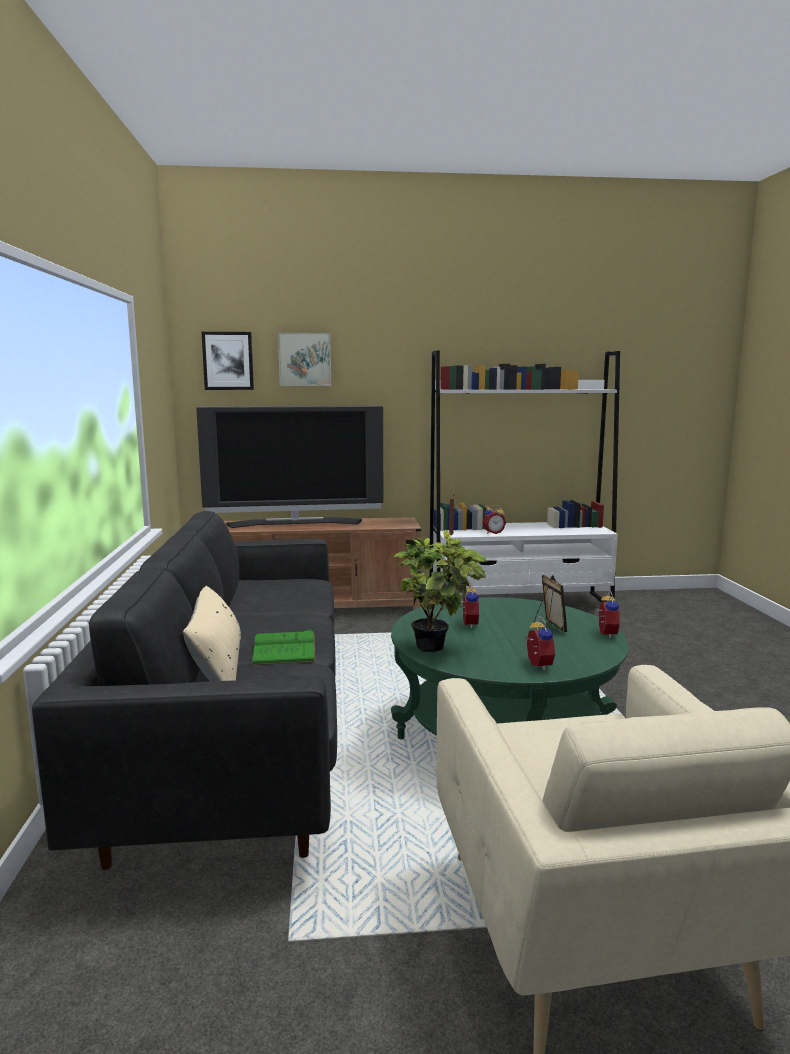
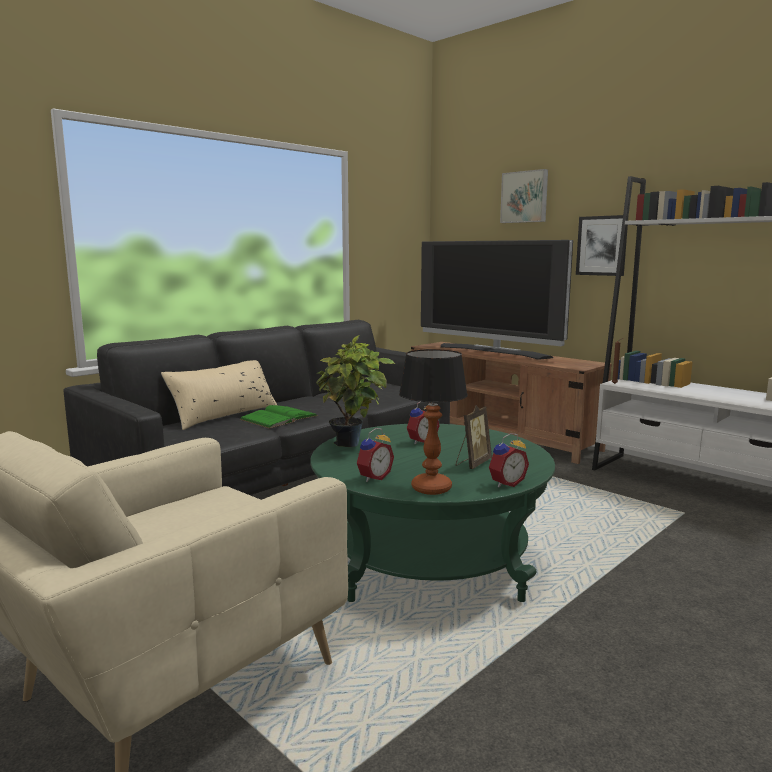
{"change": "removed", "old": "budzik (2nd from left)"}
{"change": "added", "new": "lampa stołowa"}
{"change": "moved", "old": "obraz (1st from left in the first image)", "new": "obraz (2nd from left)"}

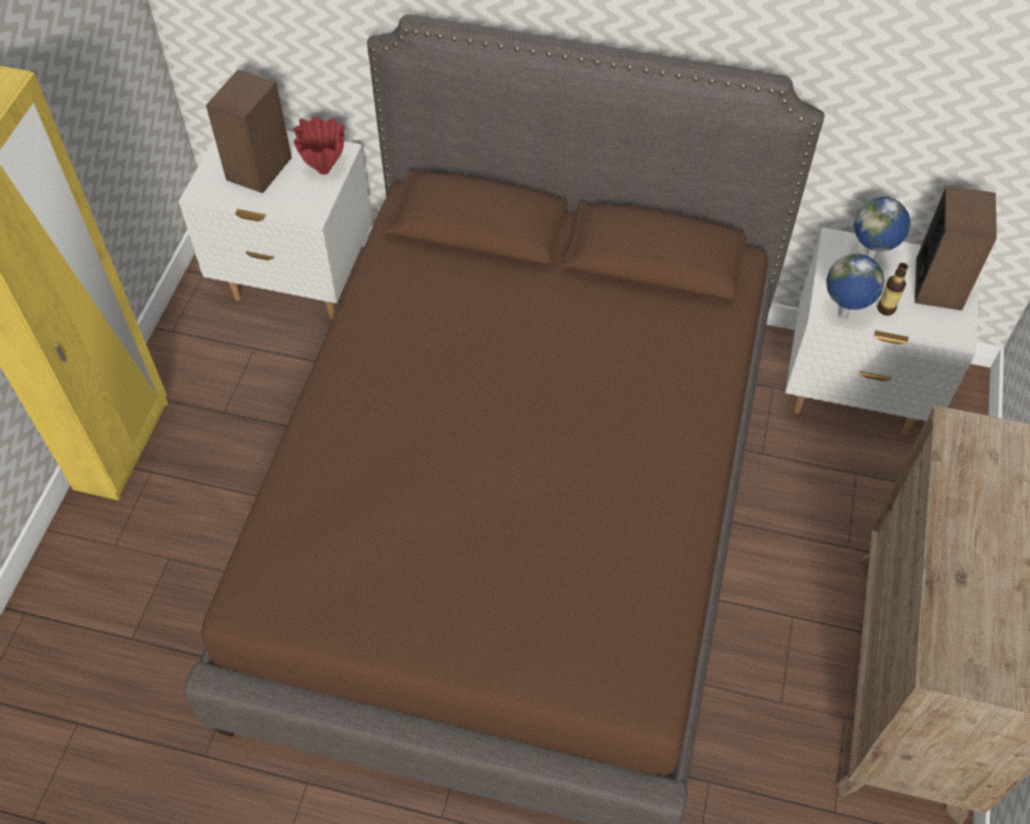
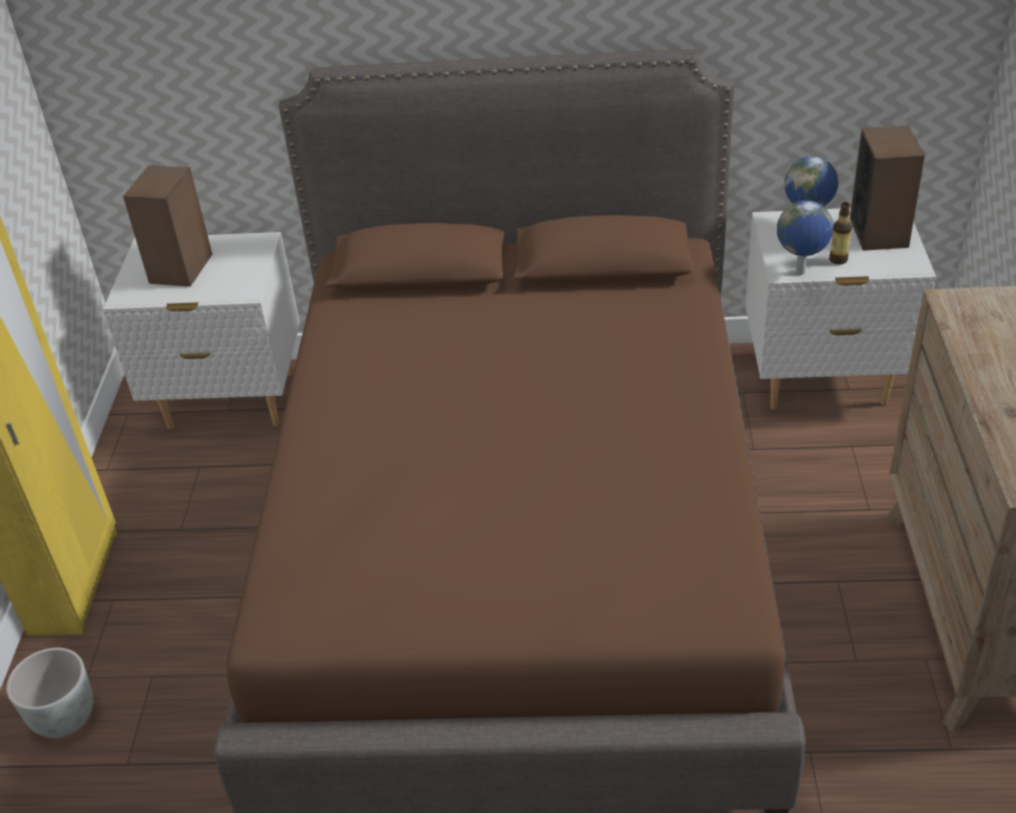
{"change": "removed", "old": "wazon [czerwony]"}
{"change": "added", "new": "donica [szary]"}

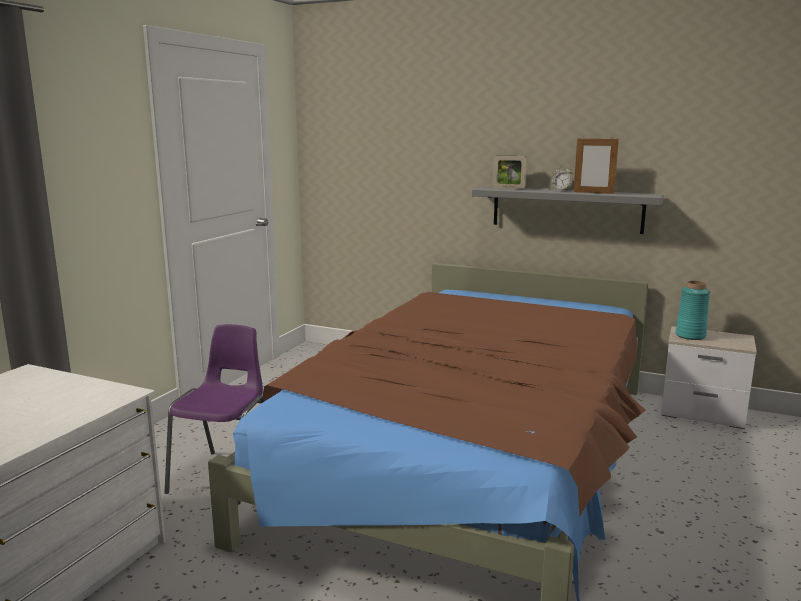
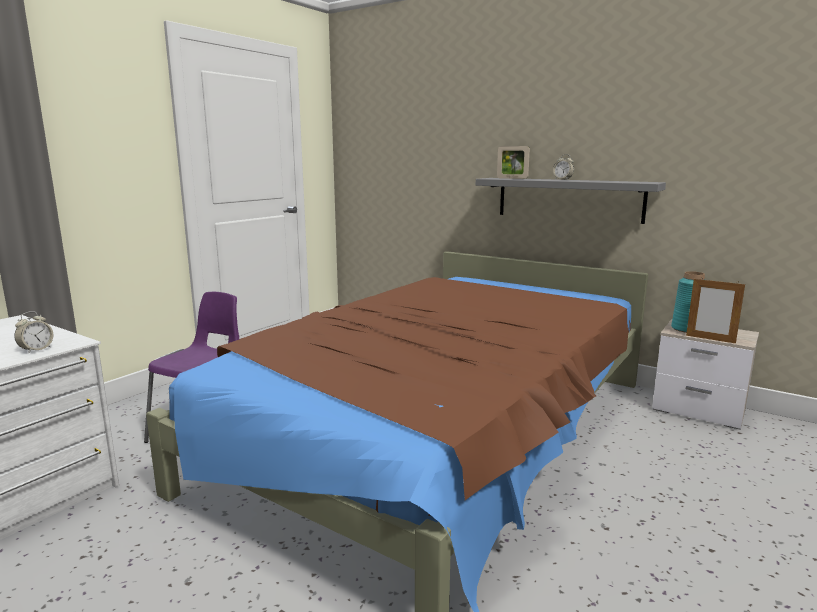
{"change": "added", "new": "budzik (1st from left)"}
{"change": "moved", "old": "ramka na zdjęcie (2nd from left)"}

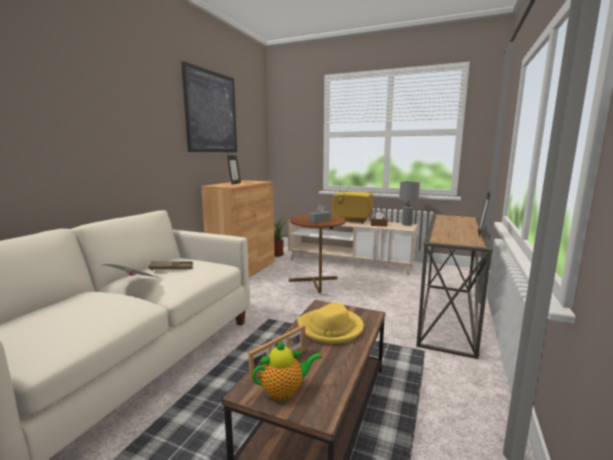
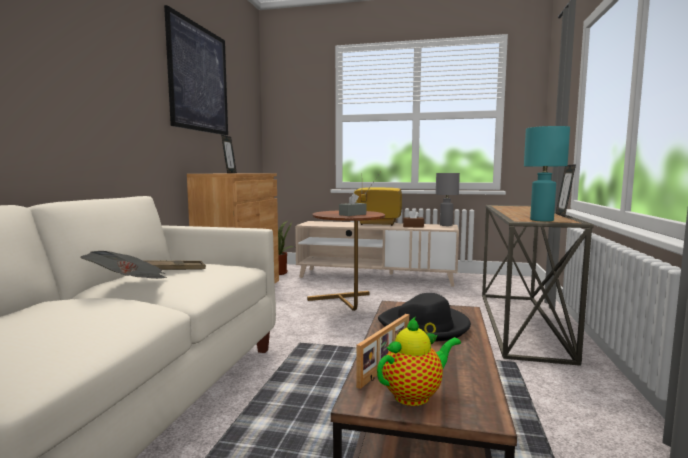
{"change": "added", "new": "lampa stołowa [turkusowy]"}
{"change": "recoloured", "old": "kapelusz [żółty]", "new": "kapelusz [czarny]"}

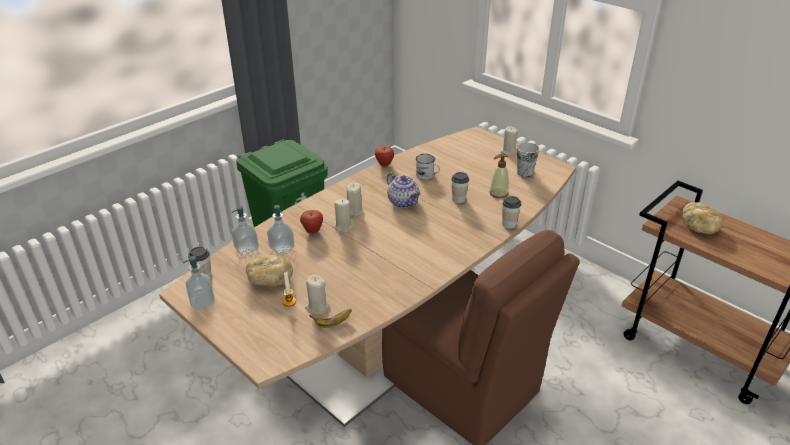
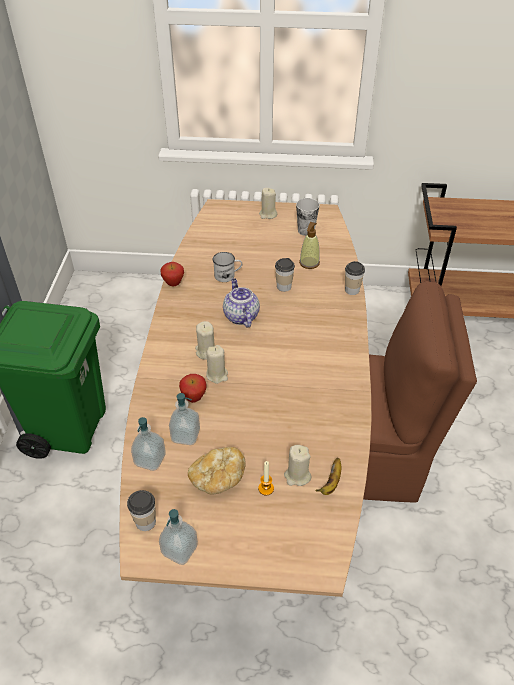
{"change": "removed", "old": "chleb (2nd from left)"}
{"change": "turned", "old": "imbryk", "degrees": -120}

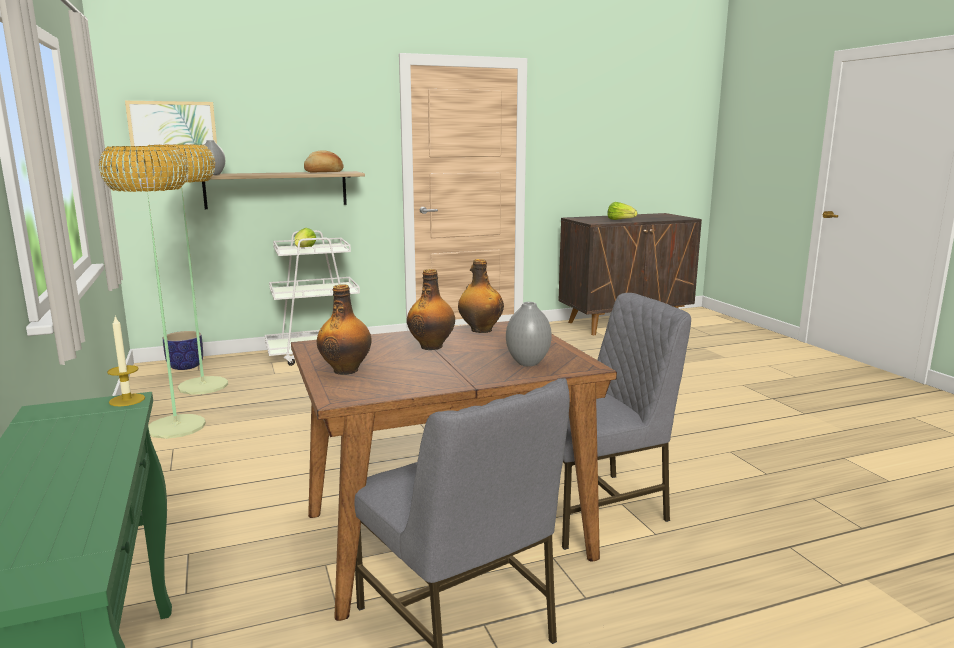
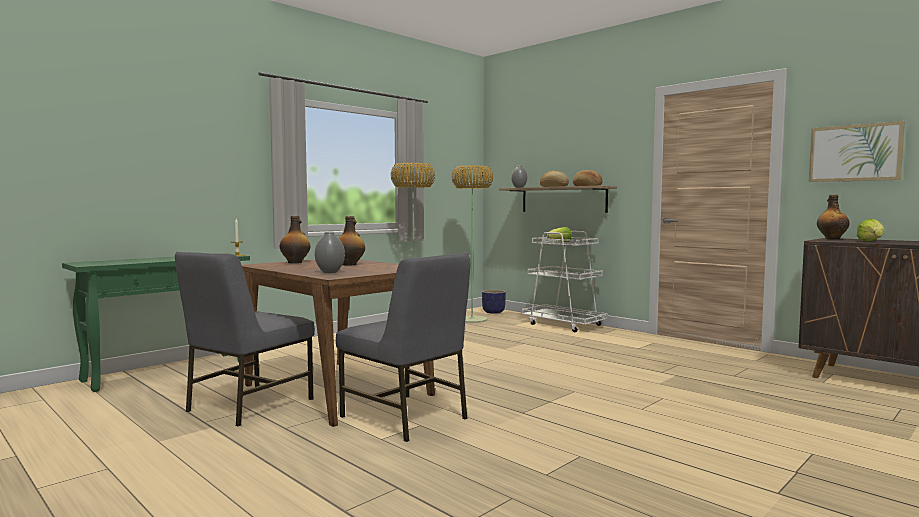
{"change": "added", "new": "chleb (1st from left)"}
{"change": "moved", "old": "obraz"}
{"change": "moved", "old": "butelka (3rd from left)"}

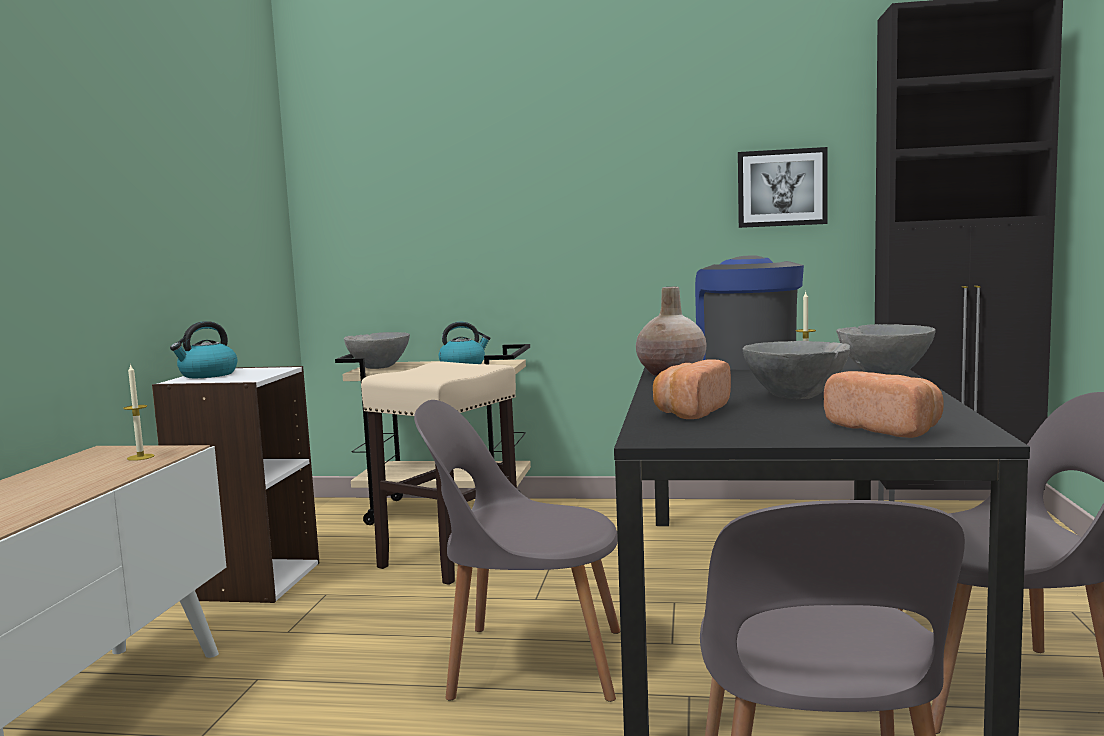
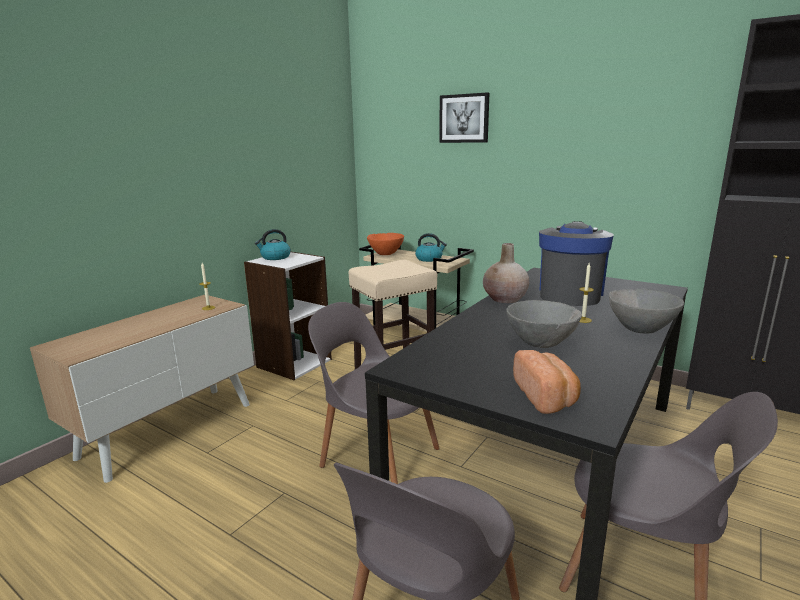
{"change": "removed", "old": "chleb (1st from left)"}
{"change": "moved", "old": "obraz"}
{"change": "recoloured", "old": "miska [szary] (1st from left)", "new": "miska [pomarańczowy]"}

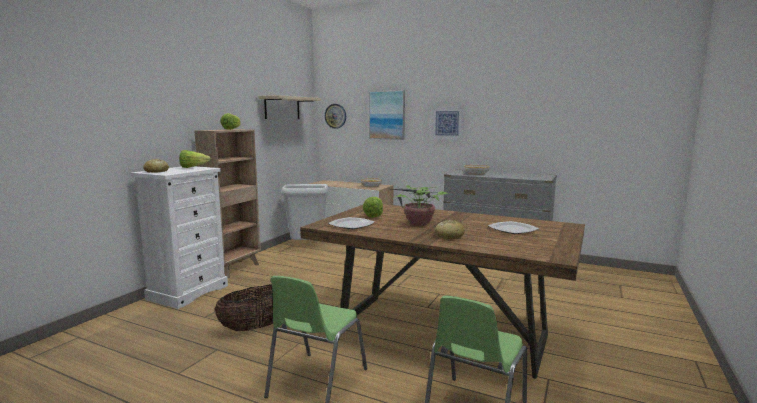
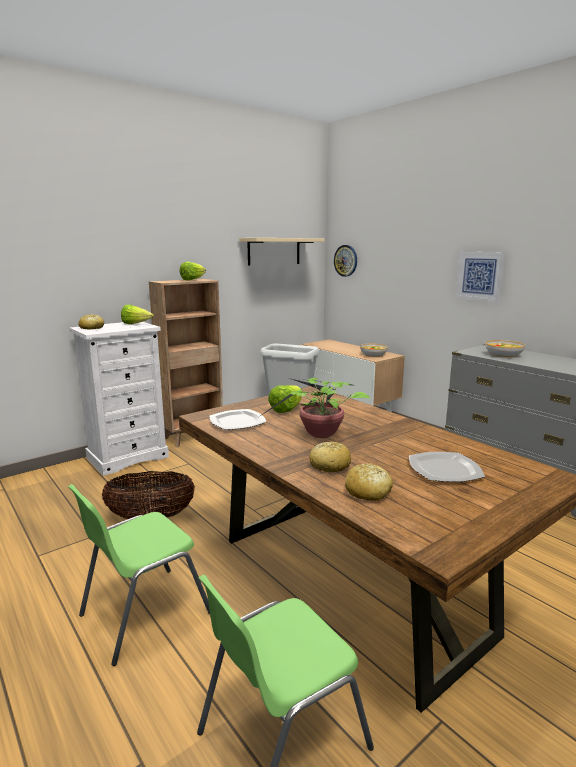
{"change": "removed", "old": "obraz (1st from left)"}
{"change": "added", "new": "chleb (3rd from left)"}

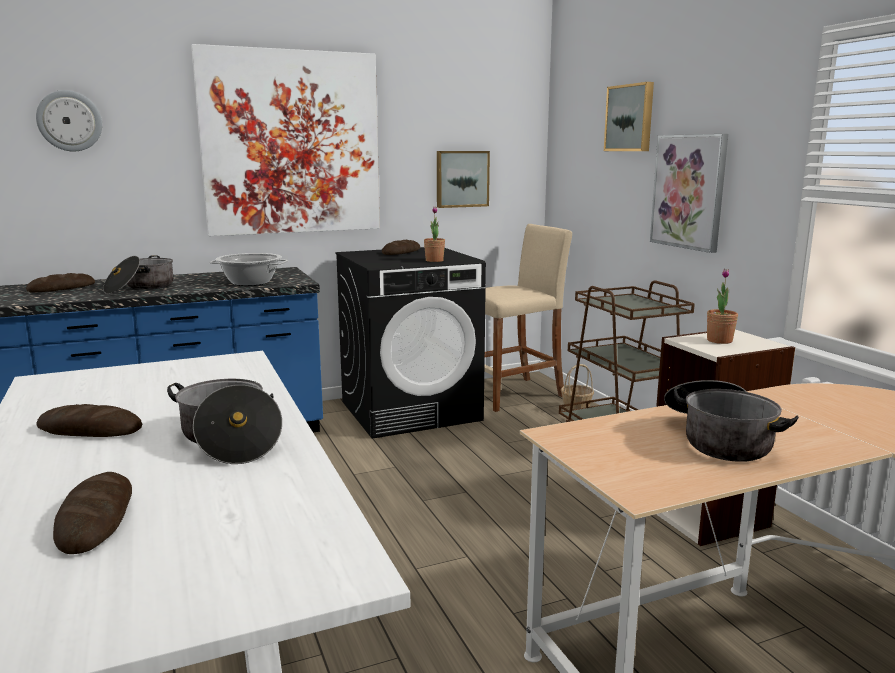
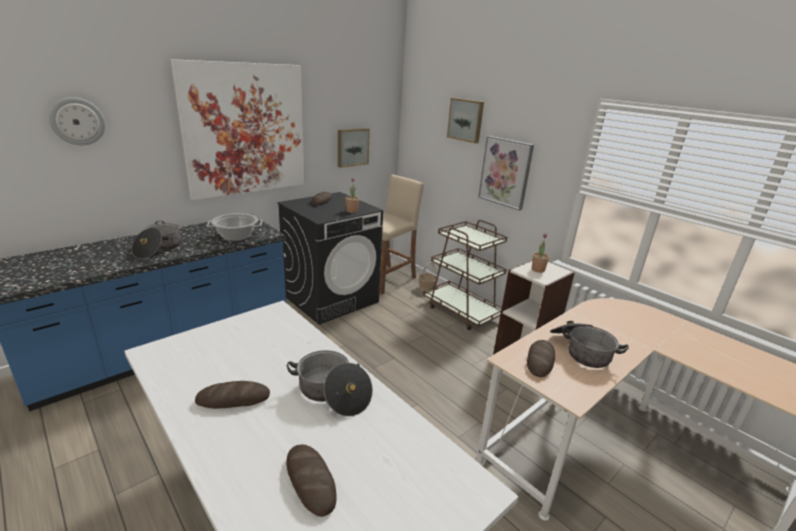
{"change": "moved", "old": "chleb (1st from left in the first image)", "new": "chleb (4th from left)"}

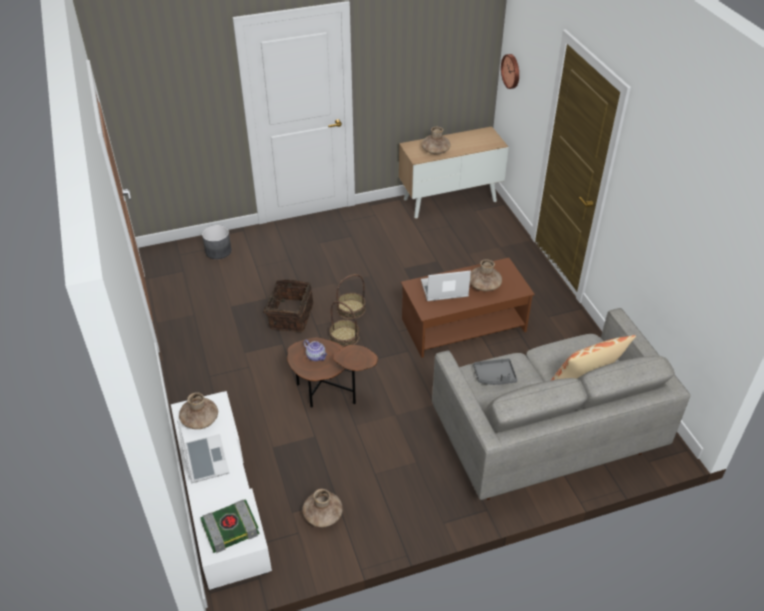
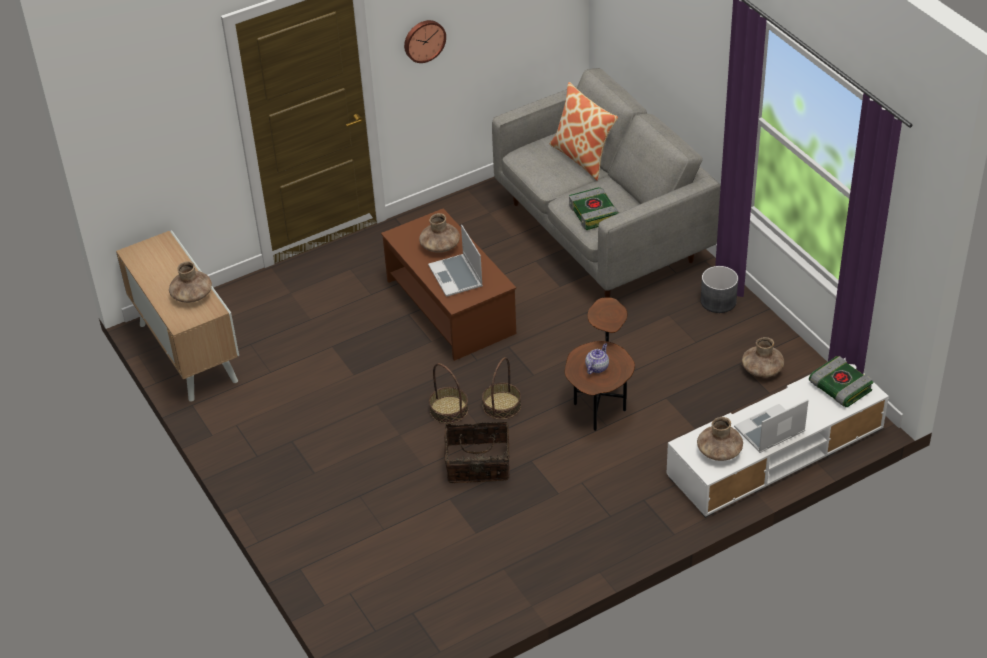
{"change": "moved", "old": "donica [szary]"}
{"change": "moved", "old": "zegar ścienny"}
{"change": "replaced", "old": "taca [szary]", "new": "książka (1st from left)"}

